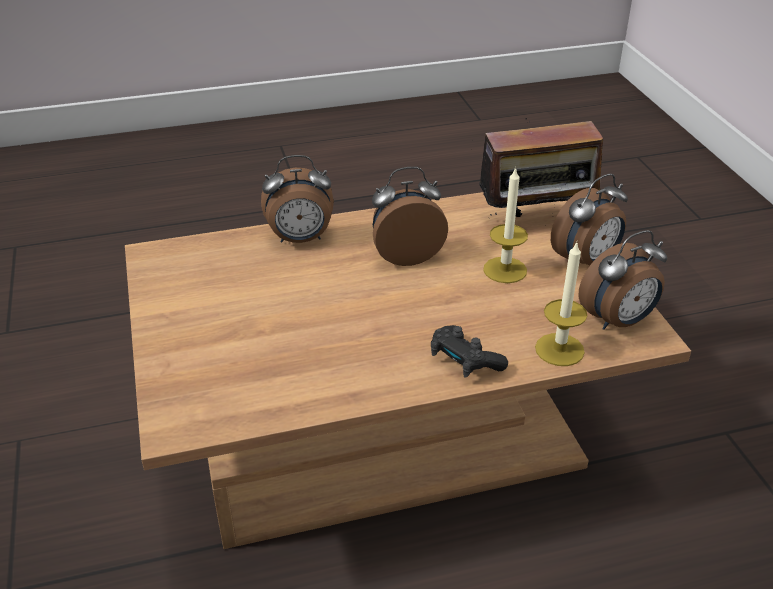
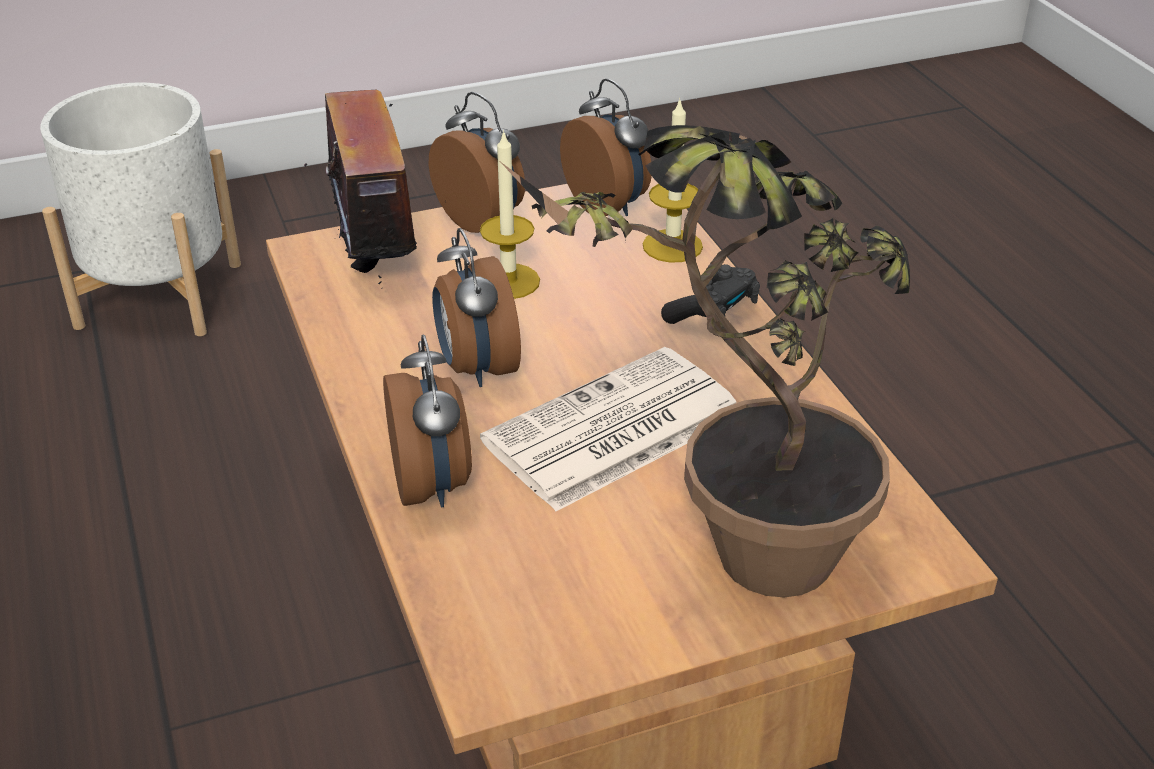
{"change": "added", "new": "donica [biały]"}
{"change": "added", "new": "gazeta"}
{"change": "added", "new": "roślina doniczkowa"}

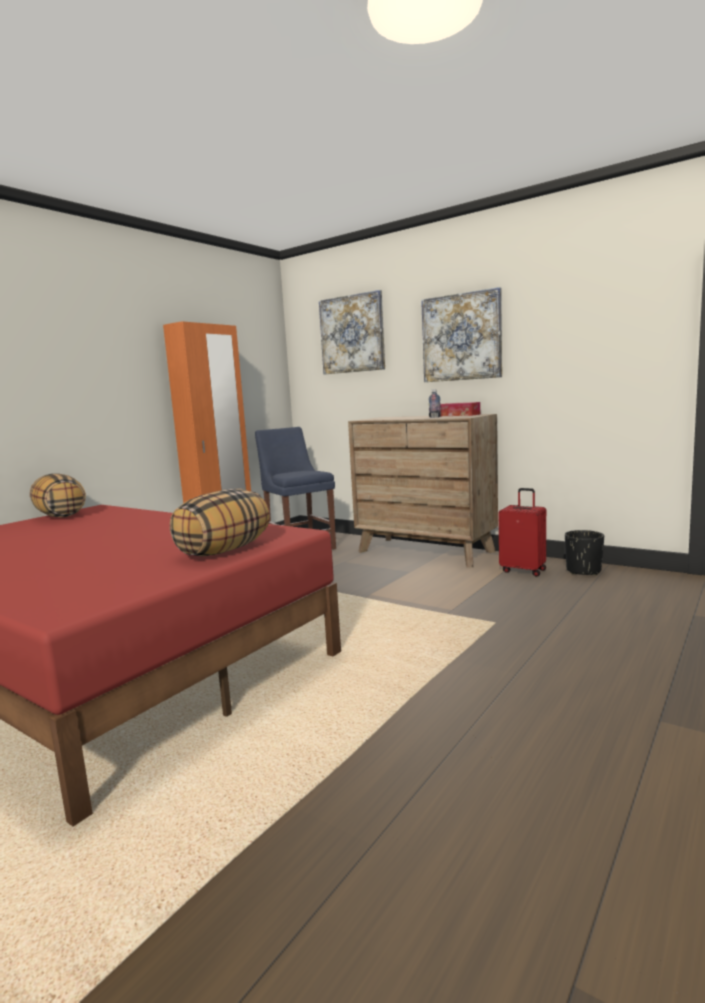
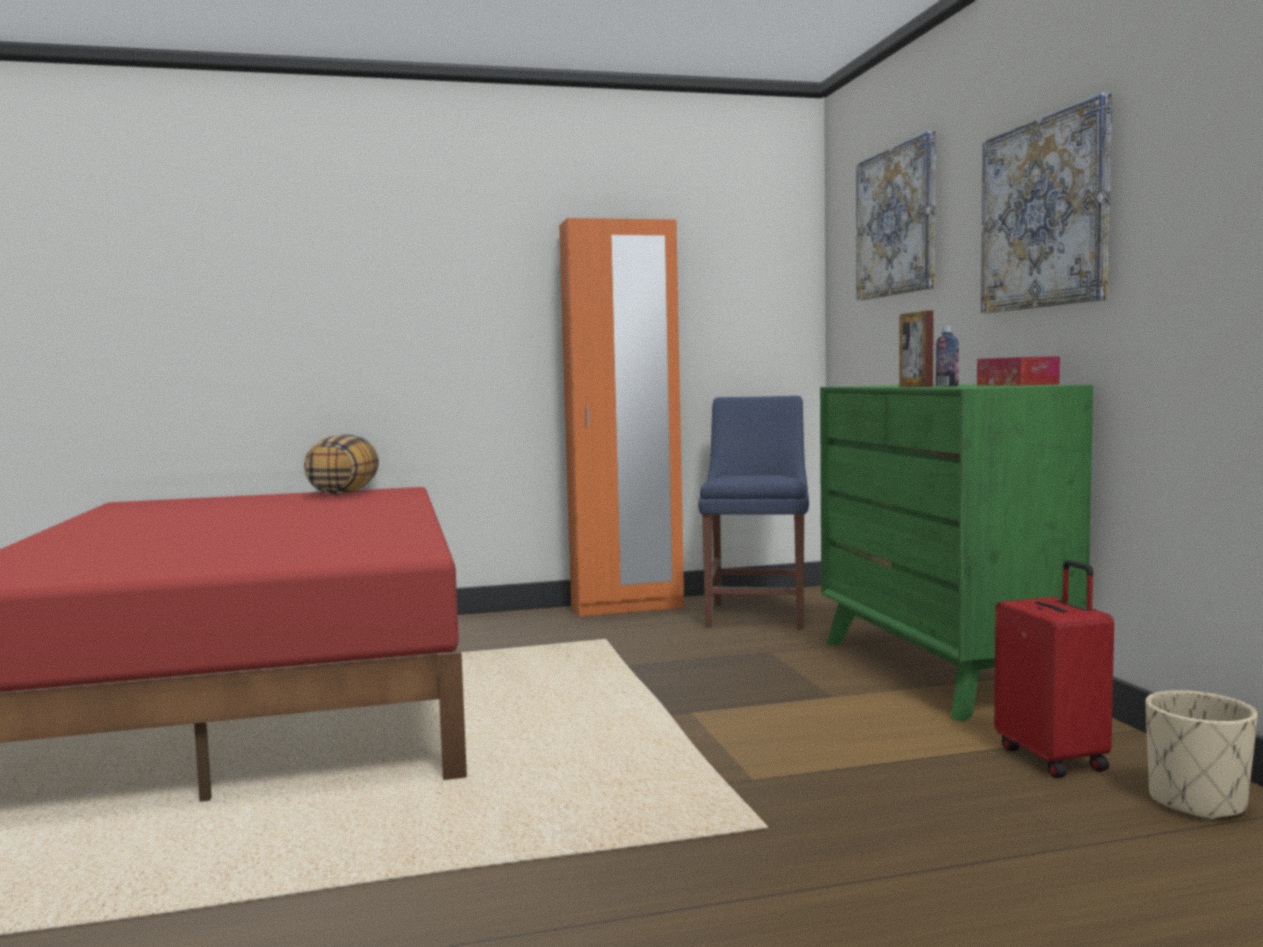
{"change": "removed", "old": "poduszka (2nd from left)"}
{"change": "added", "new": "ramka na zdjęcie"}
{"change": "recoloured", "old": "komoda [brązowy]", "new": "komoda [zielony]"}
{"change": "recoloured", "old": "donica [czarny]", "new": "donica [beżowy]"}

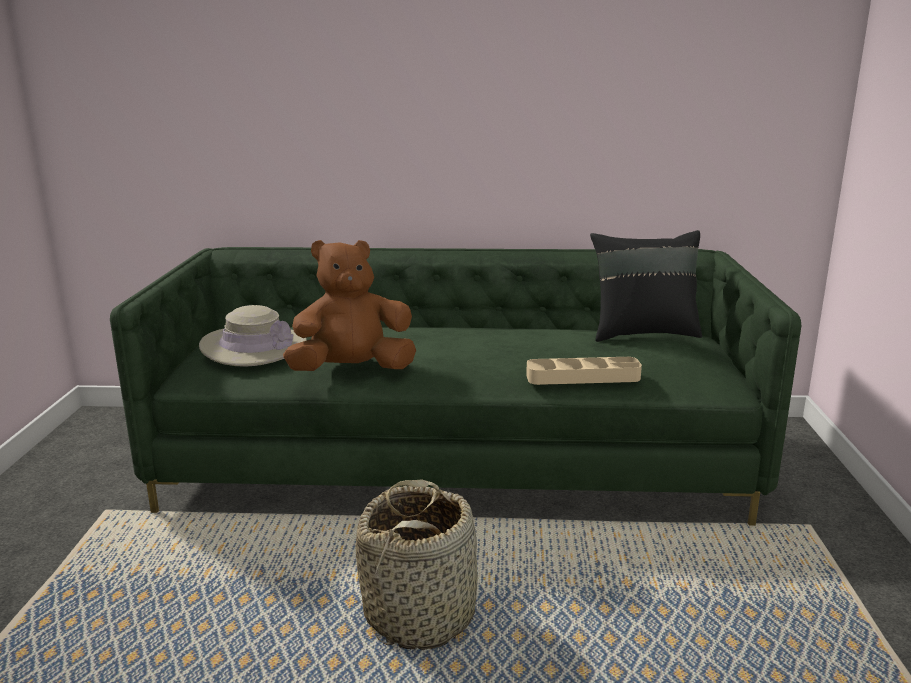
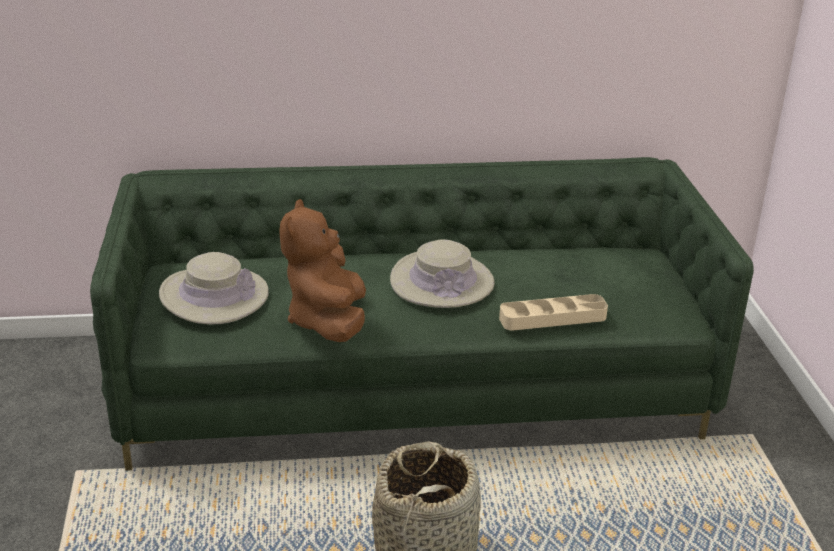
{"change": "removed", "old": "poduszka [czarny]"}
{"change": "added", "new": "kapelusz [beżowy] (2nd from left)"}
{"change": "turned", "old": "pluszak [brązowy]", "degrees": -60}

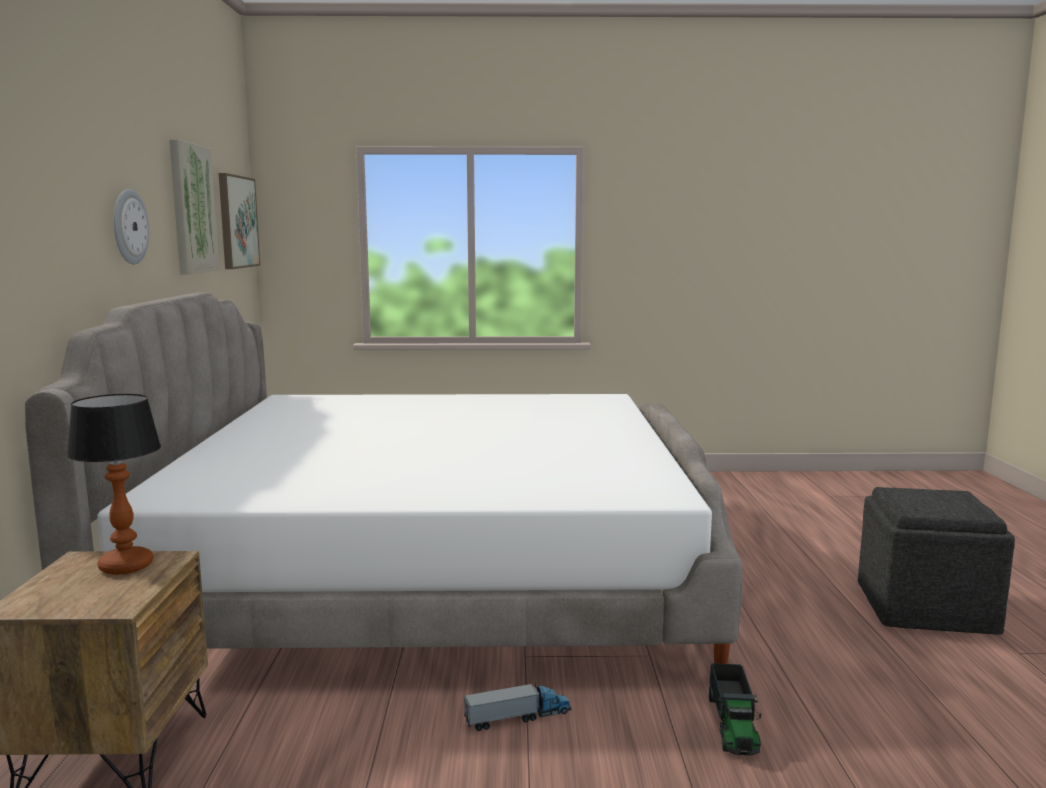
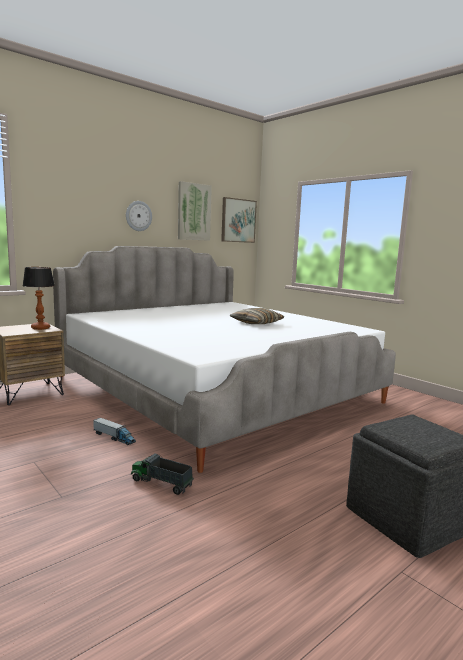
{"change": "added", "new": "poduszka"}
{"change": "turned", "old": "ciężarówka zabawkowa (2nd from left)", "degrees": 60}

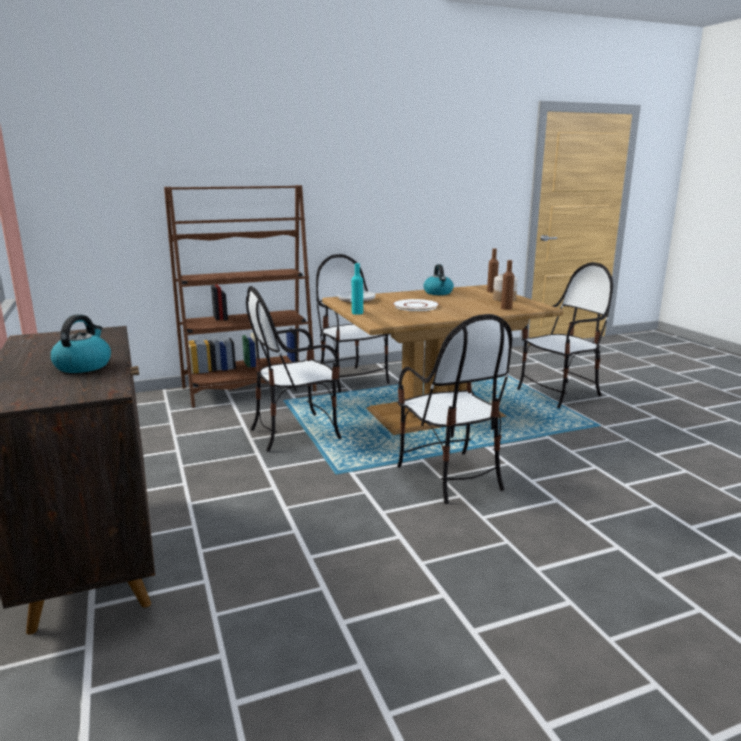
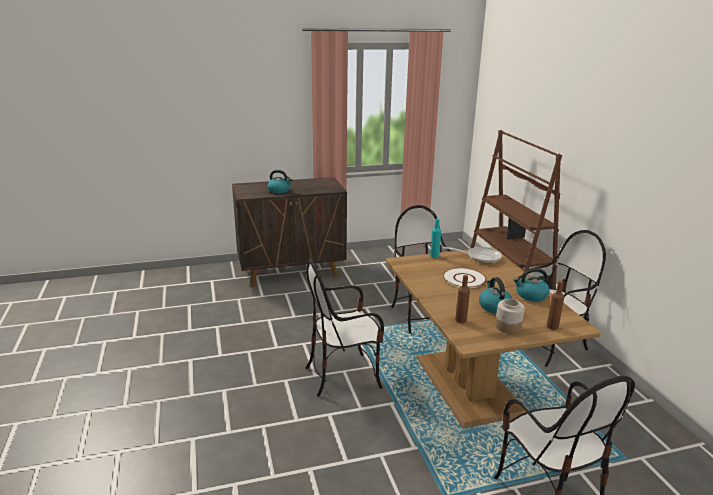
{"change": "added", "new": "czajnik (2nd from left)"}

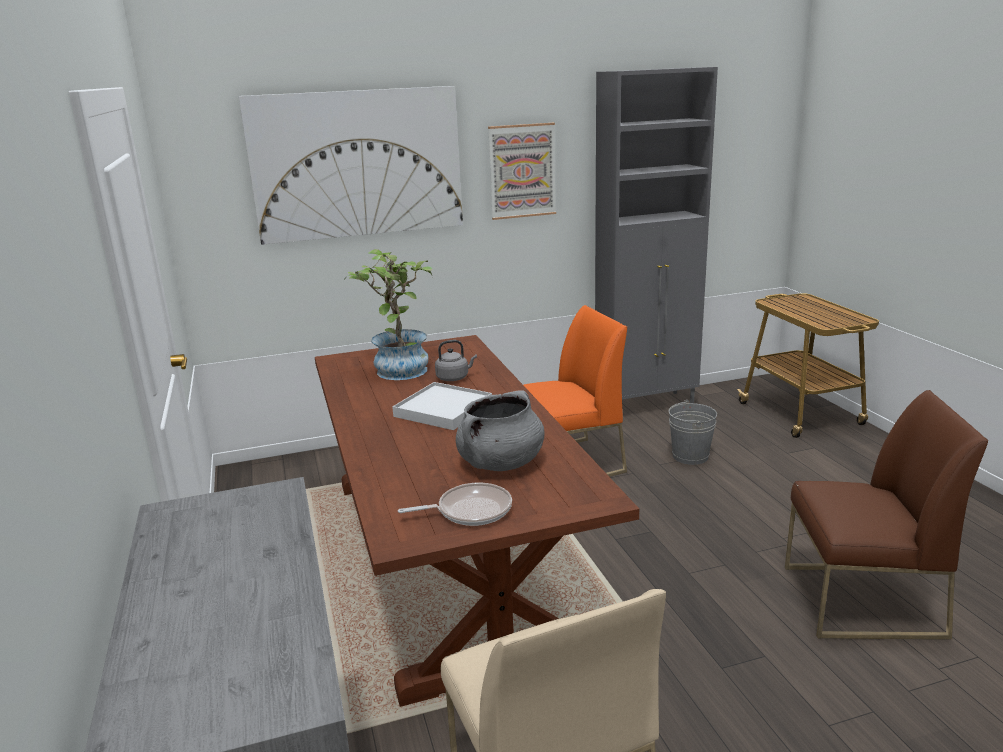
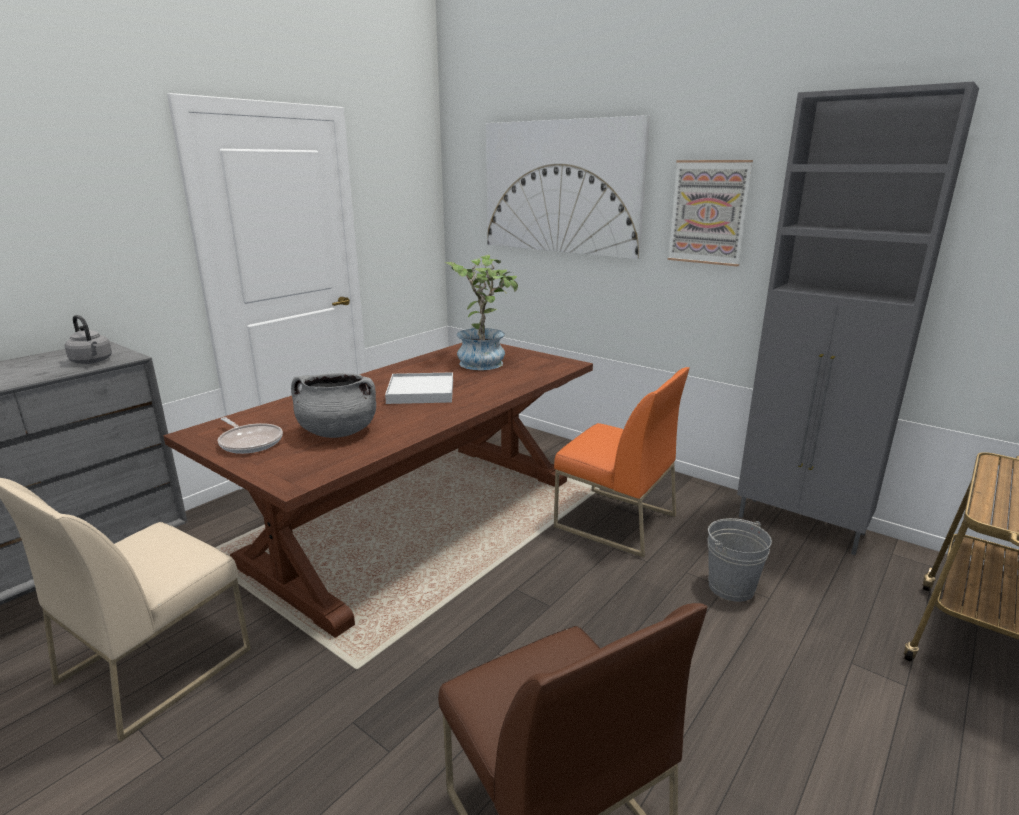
{"change": "moved", "old": "czajnik [szary]"}

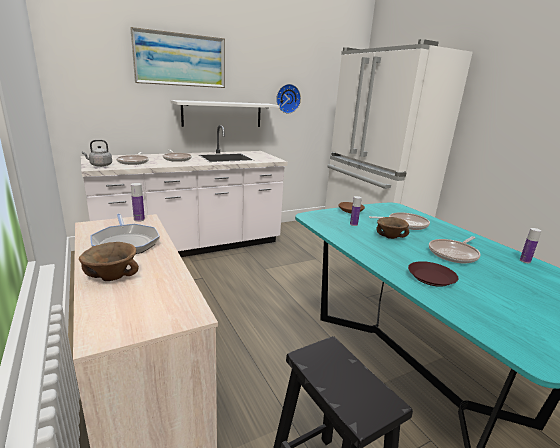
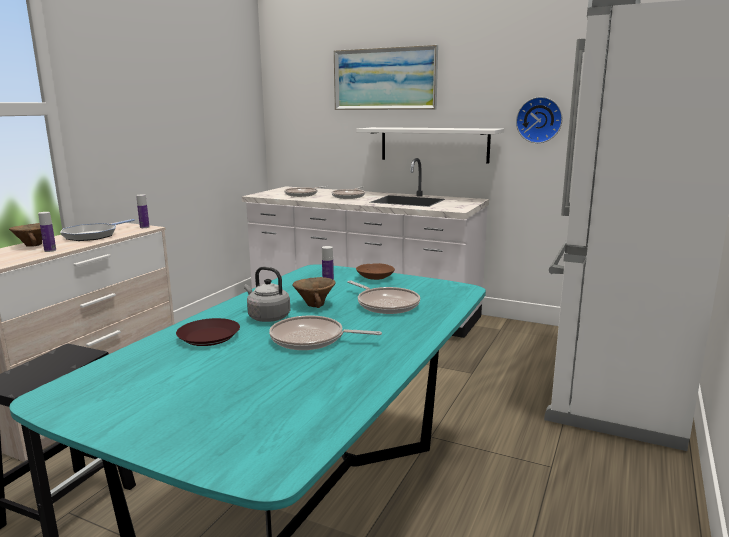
{"change": "moved", "old": "czajnik [szary]"}
{"change": "moved", "old": "butelka (3rd from left in the first image)", "new": "butelka (1st from left)"}

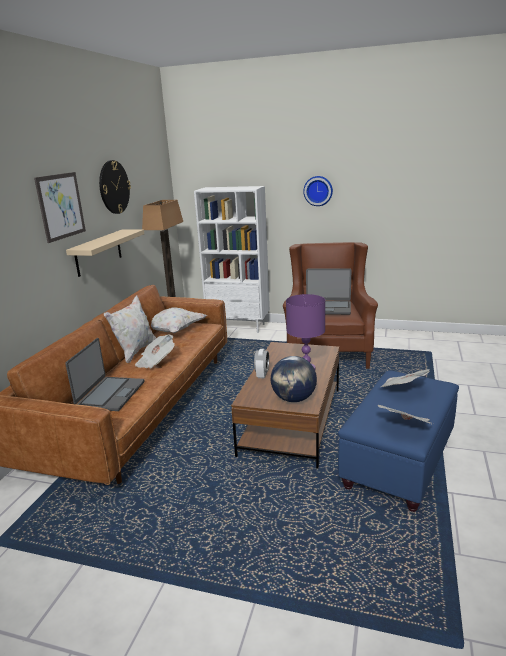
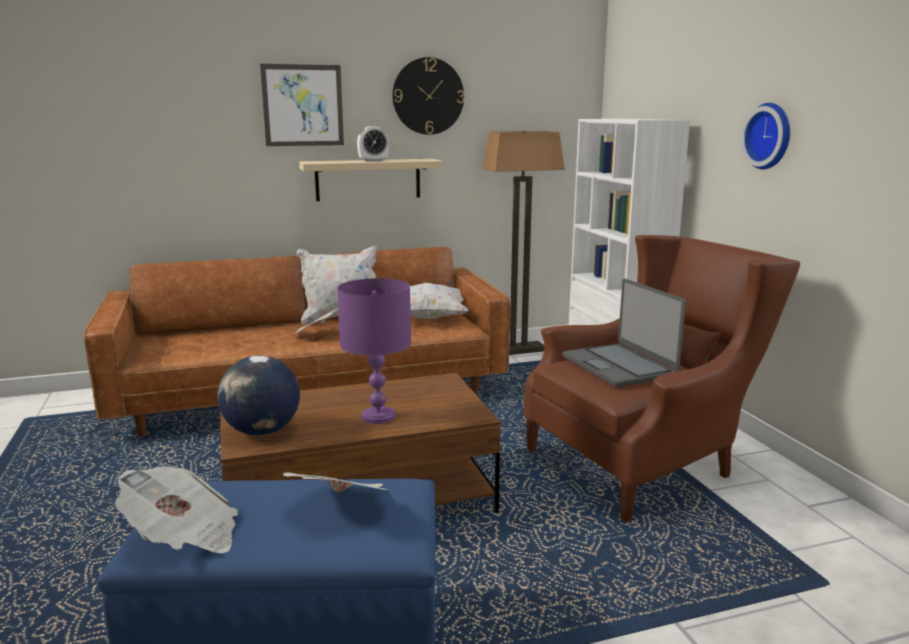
{"change": "removed", "old": "laptop (1st from left)"}
{"change": "moved", "old": "budzik"}

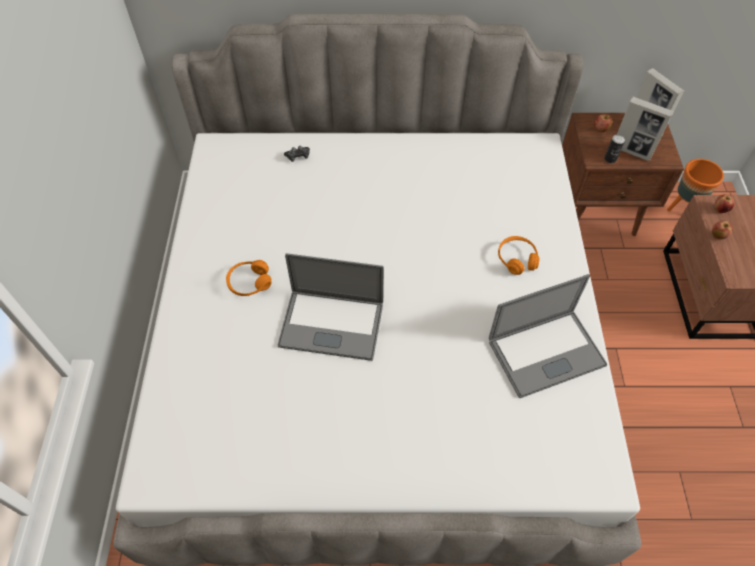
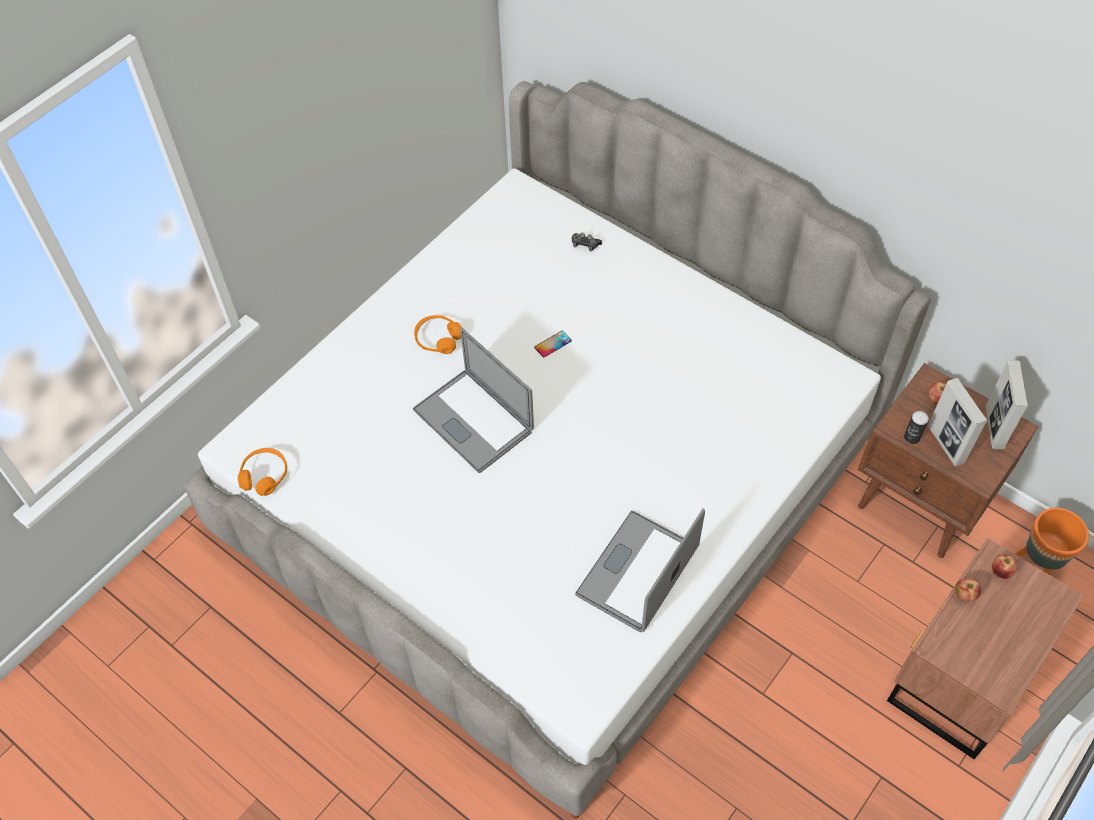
{"change": "added", "new": "telefon"}
{"change": "moved", "old": "słuchawki [pomarańczowy] (2nd from left in the first image)", "new": "słuchawki [pomarańczowy] (1st from left)"}
{"change": "turned", "old": "laptop (2nd from left)", "degrees": 105}

